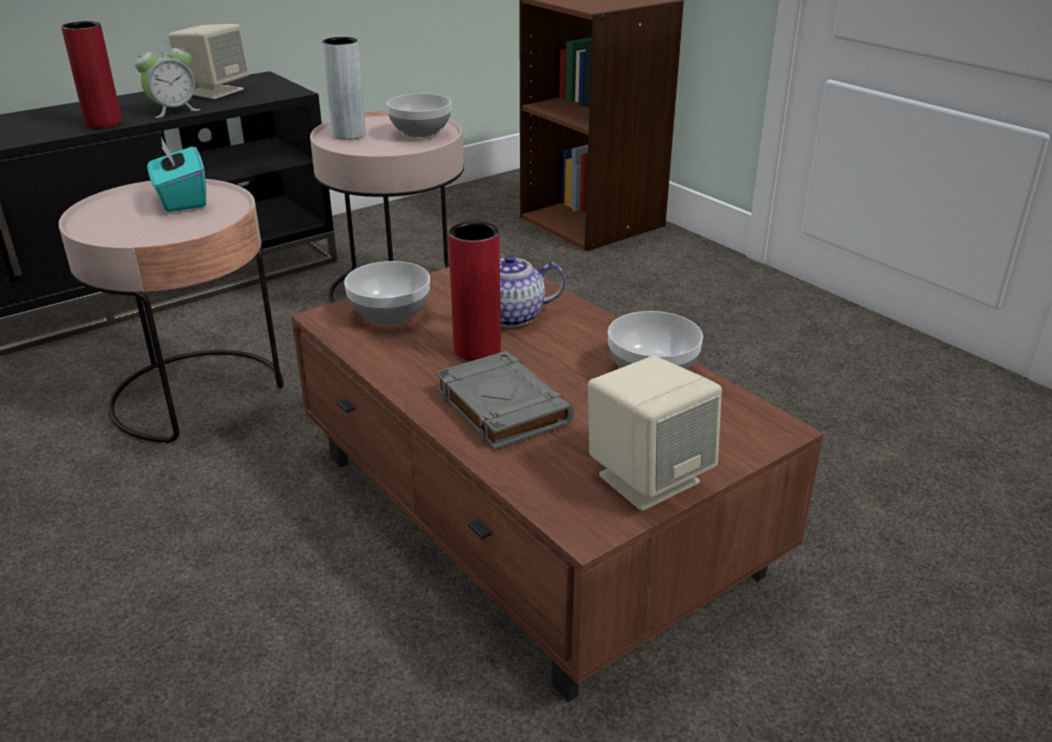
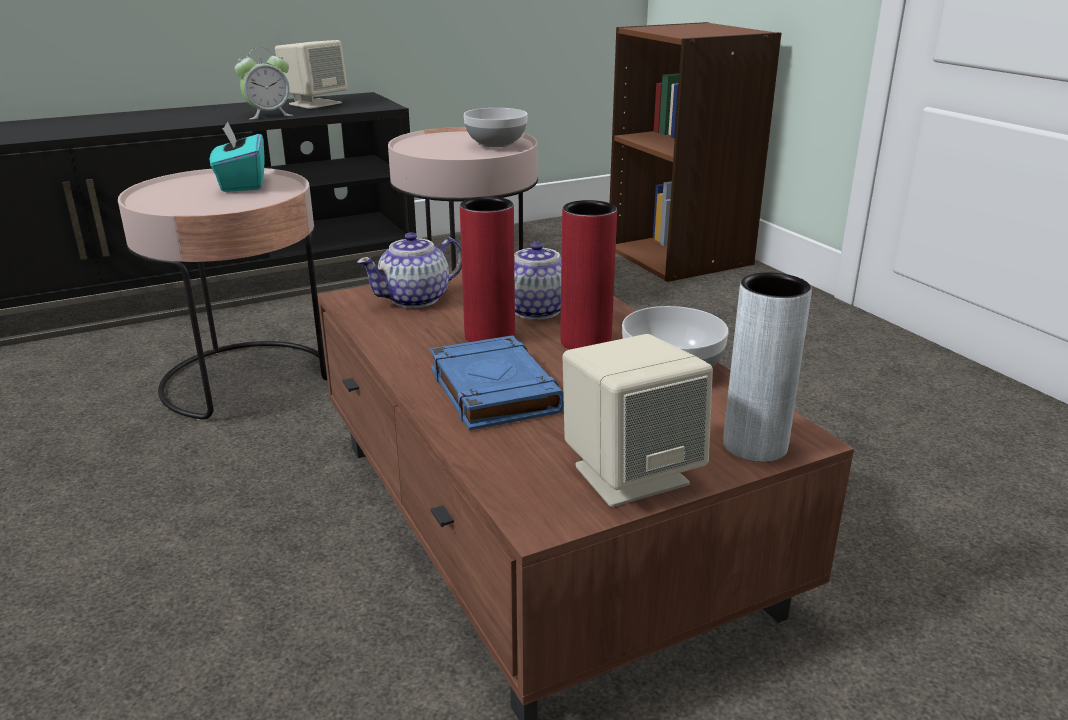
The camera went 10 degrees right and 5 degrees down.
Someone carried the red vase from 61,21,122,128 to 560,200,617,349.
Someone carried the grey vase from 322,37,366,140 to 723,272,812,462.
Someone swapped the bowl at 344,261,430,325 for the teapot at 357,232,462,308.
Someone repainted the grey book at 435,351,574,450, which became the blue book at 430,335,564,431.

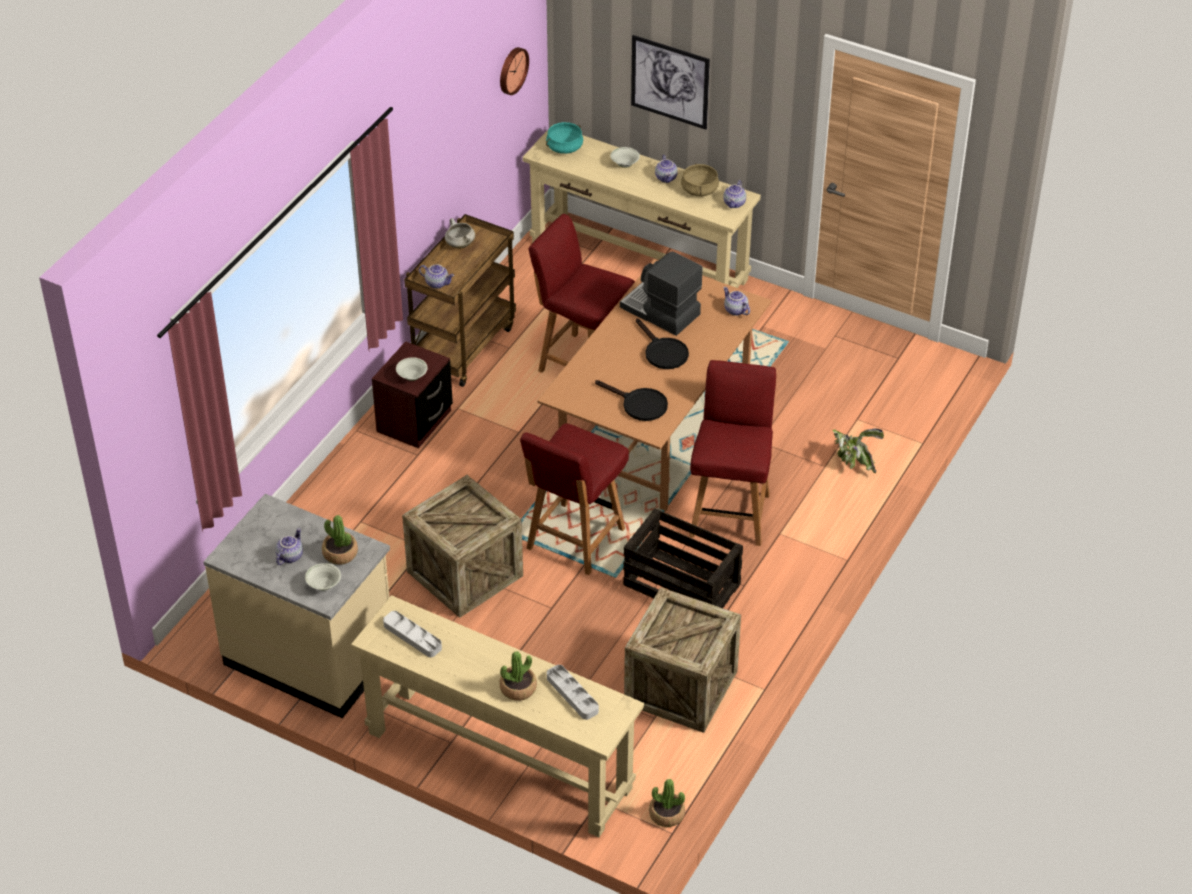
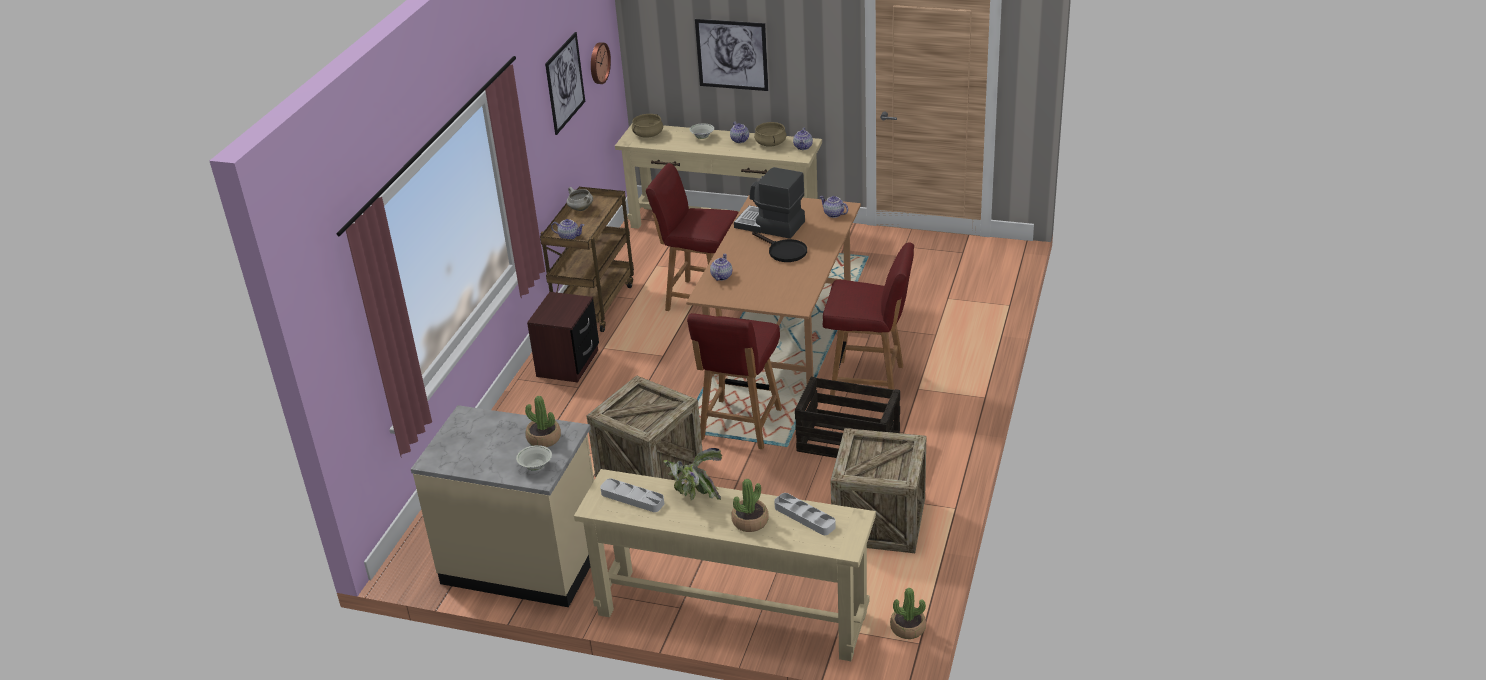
The camera went 10 degrees left and 10 degrees down.
Someone repainted the turquoise cooking pot at 546,122,583,154, which became the beige cooking pot at 632,114,663,138.
Someone took away the white bowl at 396,357,428,381.
Someone rotated the red chair at 689,360,776,546 by 105 degrees clockwise.
Someone took away the black frying pan at 595,380,668,421.
Someone carried the potted plant from 833,428,884,473 to 663,448,722,501.
Someone carried the teapot from 276,528,303,565 to 710,254,732,281.
Someone put up the picture at 545,32,585,135.

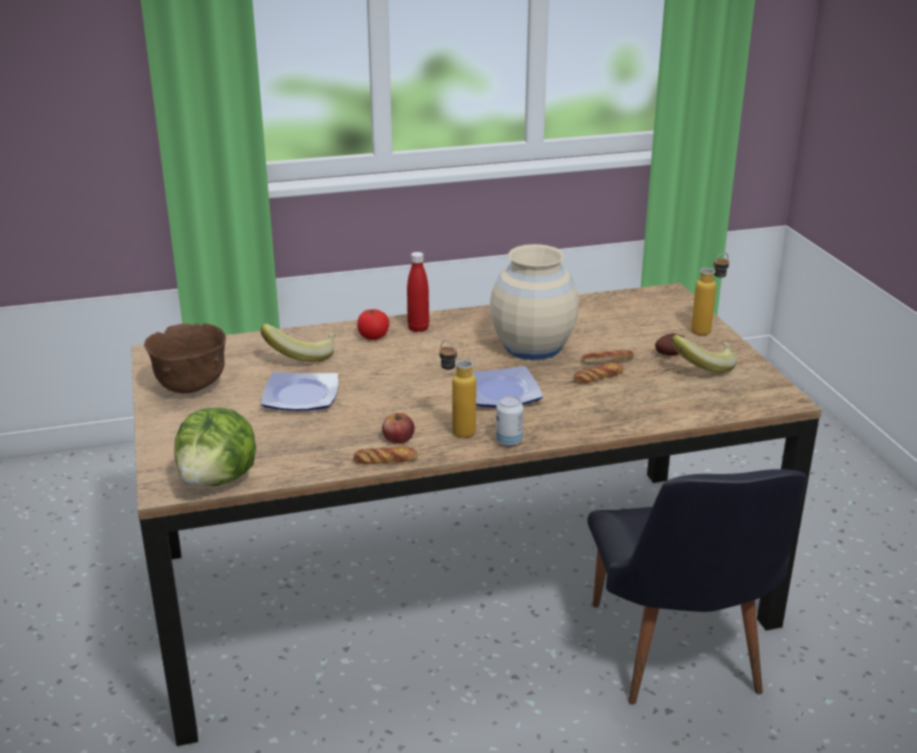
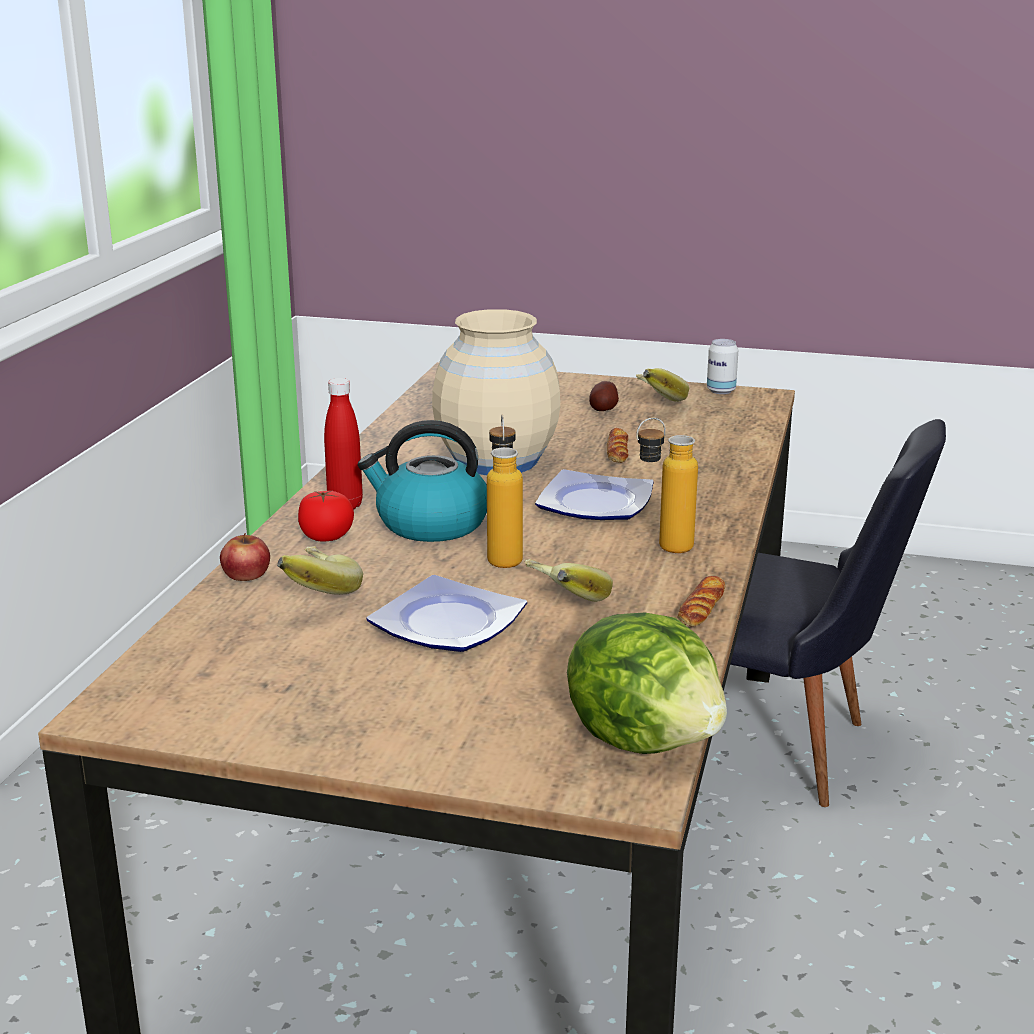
The camera went 60 degrees left and 5 degrees down.
Someone carried the bottle from 691,252,729,335 to 487,415,523,568.
Someone took away the brown bowl at 144,323,226,394.
Someone took away the bread at 581,350,634,363.
Someone carried the can from 496,396,524,446 to 707,339,738,394.
Someone carried the apple from 382,413,415,444 to 220,533,270,581.
Someone put down the kettle at 358,420,487,542.
Someone put down the banana at 525,559,613,602.

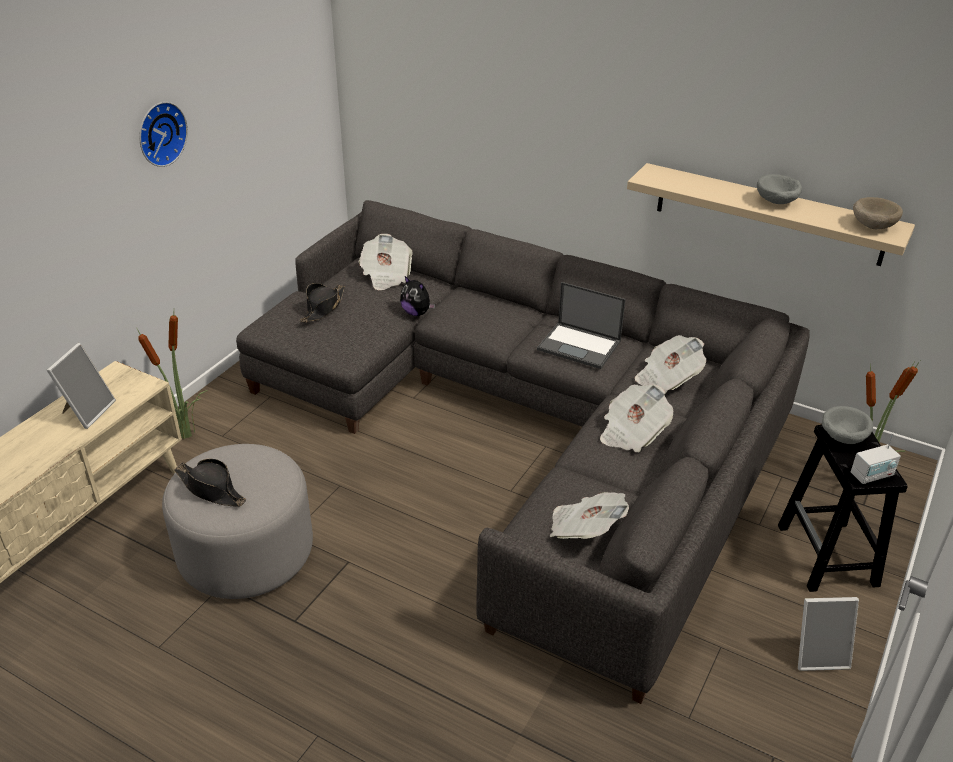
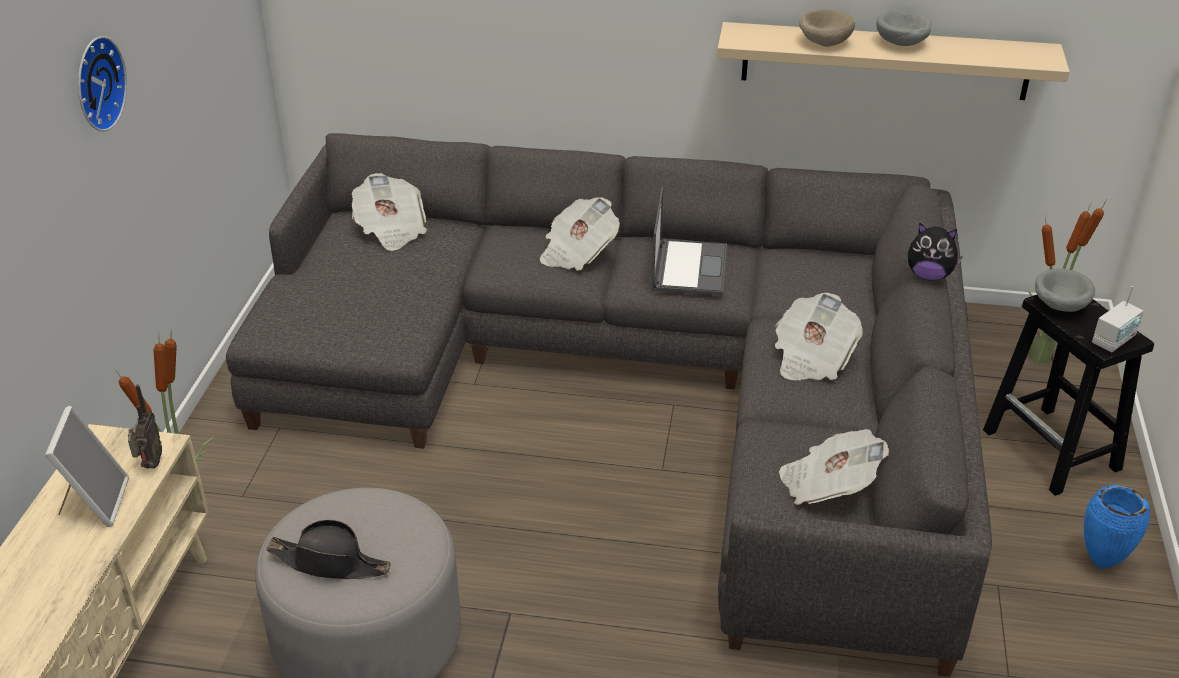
The camera went 20 degrees left and 0 degrees up.
Someone carried the beige bowl from 853,197,903,229 to 799,10,855,47.
Someone carried the plush toy from 400,276,435,316 to 908,223,963,281.
Someone rotated the laptop at 537,282,626,369 by 90 degrees counterclockwise.
Someone took away the black hat at 300,283,345,323.
Someone carried the newspaper from 635,335,706,394 to 540,197,620,271.
Someone swapped the picture frame at 798,597,859,671 for the blue vase at 1084,485,1150,569.
Someone put down the radio at 128,384,162,469.

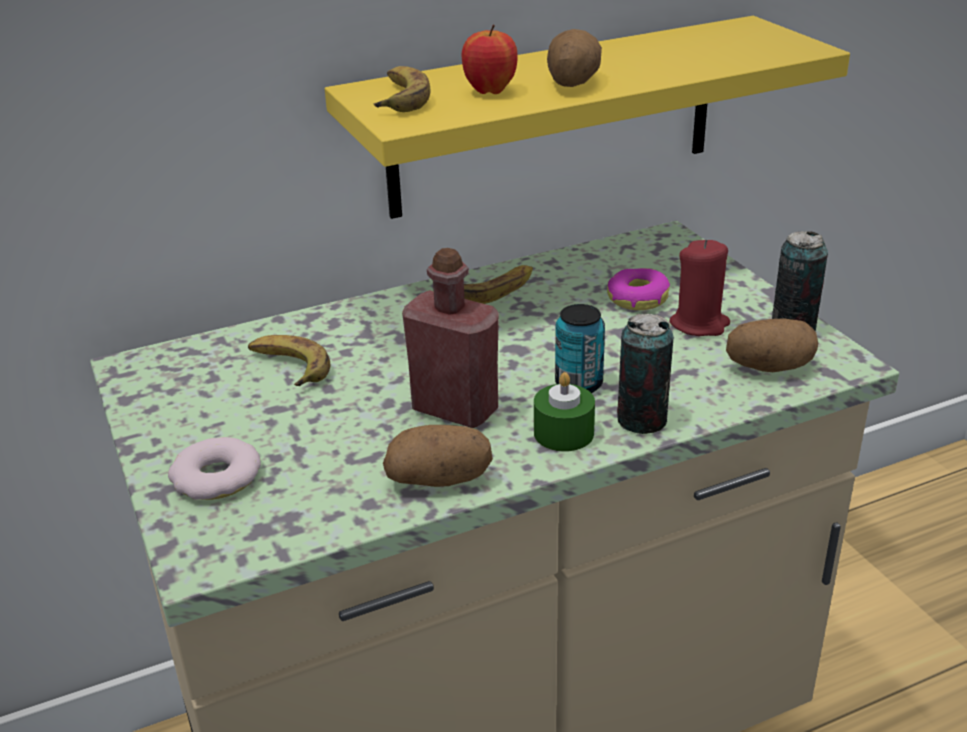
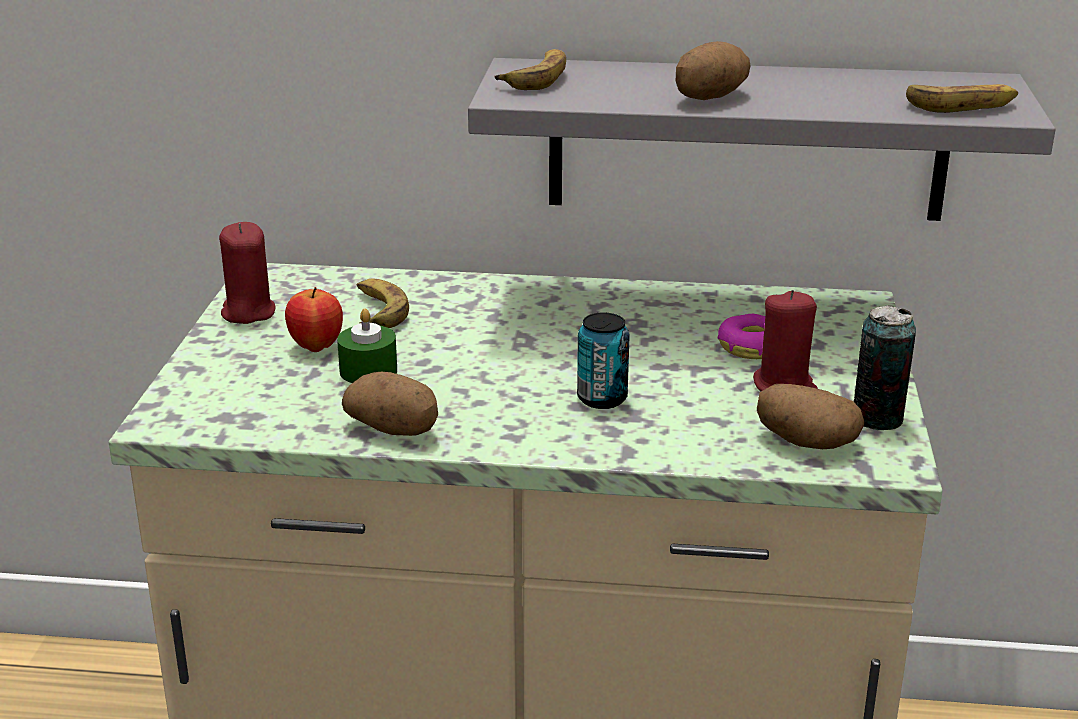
The camera went 30 degrees right and 5 degrees down.
Someone repainted the yellow shelf at 325,16,850,219, which became the grey shelf at 468,58,1056,221.
Someone carried the apple from 462,24,518,94 to 285,287,343,352.
Someone took away the red bottle at 402,248,499,428.
Someone carried the banana from 464,265,533,304 to 906,84,1018,113.
Someone took away the can at 617,314,673,434.
Someone carried the green candle from 534,372,595,452 to 337,309,397,383.
Someone took away the donut at 168,437,261,500.
Someone put down the red candle at 219,222,276,324.

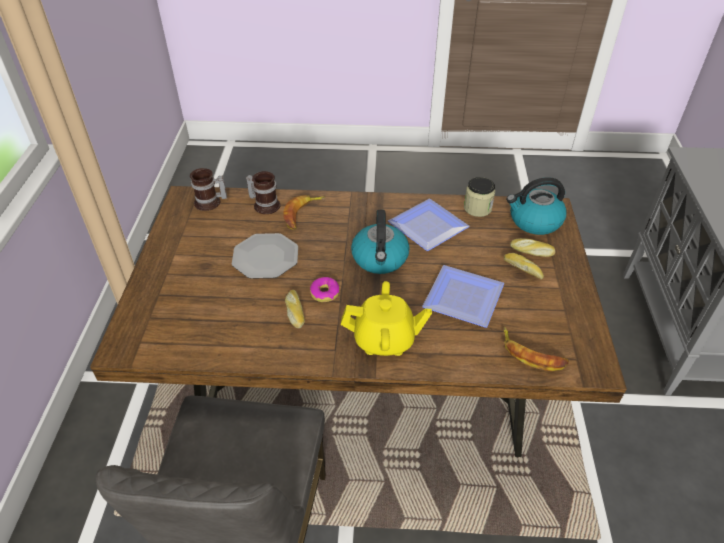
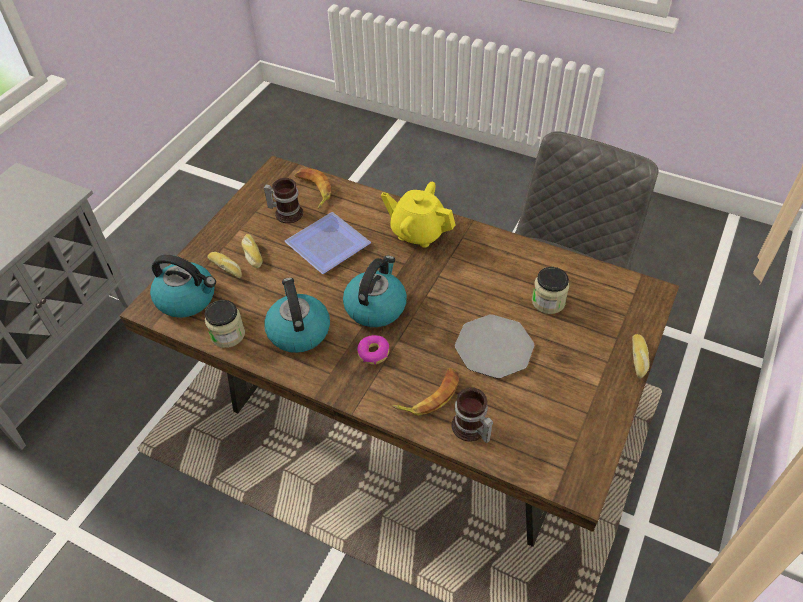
The camera went 155 degrees left and 5 degrees up.
Someone carried the mug from 190,168,227,211 to 264,178,303,223.
Someone swapped the plate at 388,199,470,251 for the kettle at 264,278,330,353.
Someone carried the donut from 310,277,339,302 to 357,335,389,364.
Someone carried the bread from 285,290,305,328 to 632,334,650,378.
Someone put down the jar at 532,267,569,314.

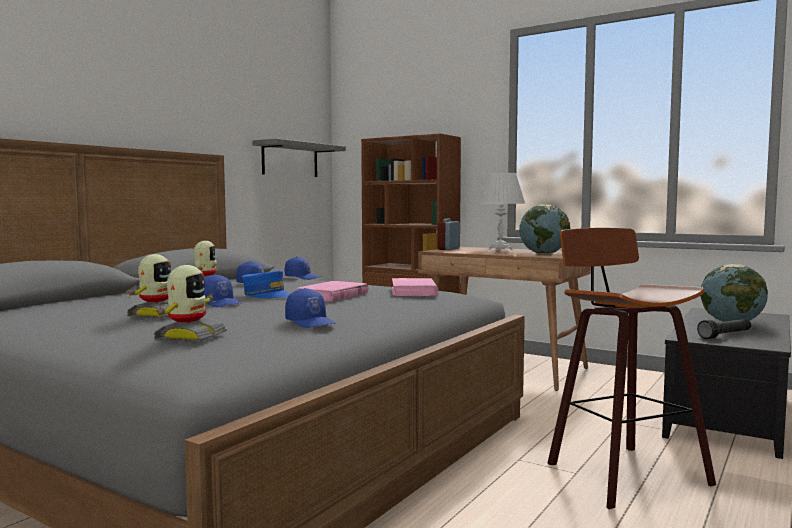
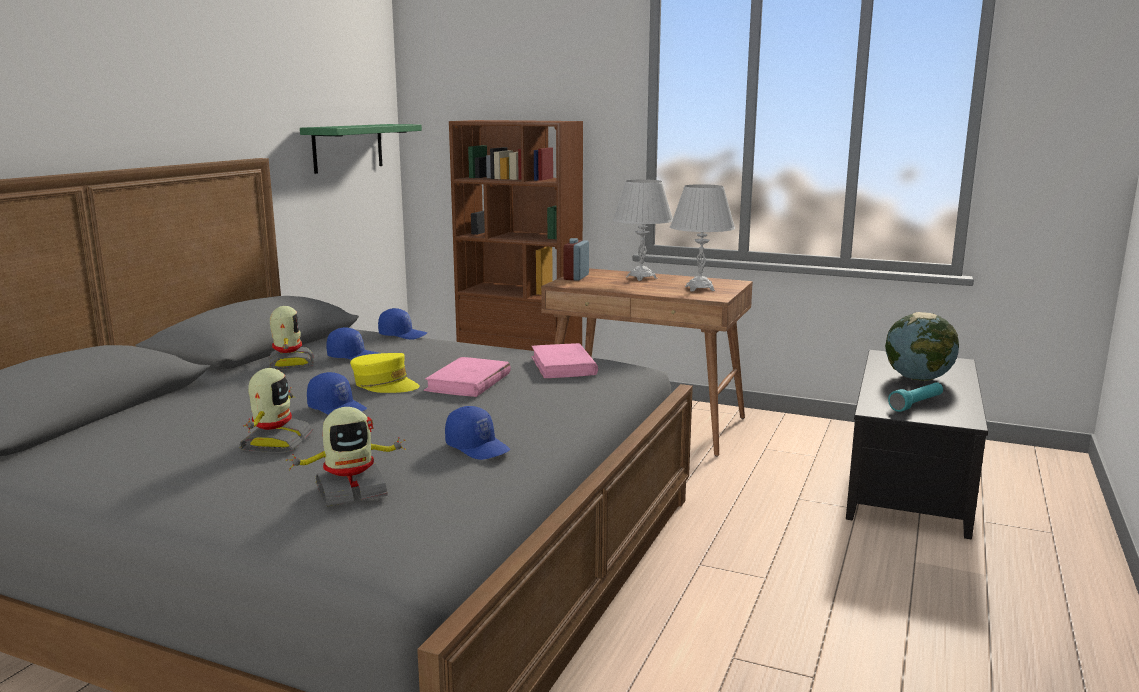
The camera went 10 degrees left and 10 degrees up.
Someone repainted the grey shelf at 252,139,346,177, which became the green shelf at 300,124,422,174.
Someone swapped the globe at 519,204,570,254 for the white table lamp at 670,184,735,292.
Someone took away the stool at 547,228,716,509.
Someone rotated the toy robot at 154,265,227,343 by 60 degrees clockwise.
Someone repainted the blue cap at 242,271,290,298, which became the yellow cap at 350,353,420,393.
Someone repainted the black flashlight at 697,319,751,339, which became the turquoise flashlight at 888,382,943,412.

